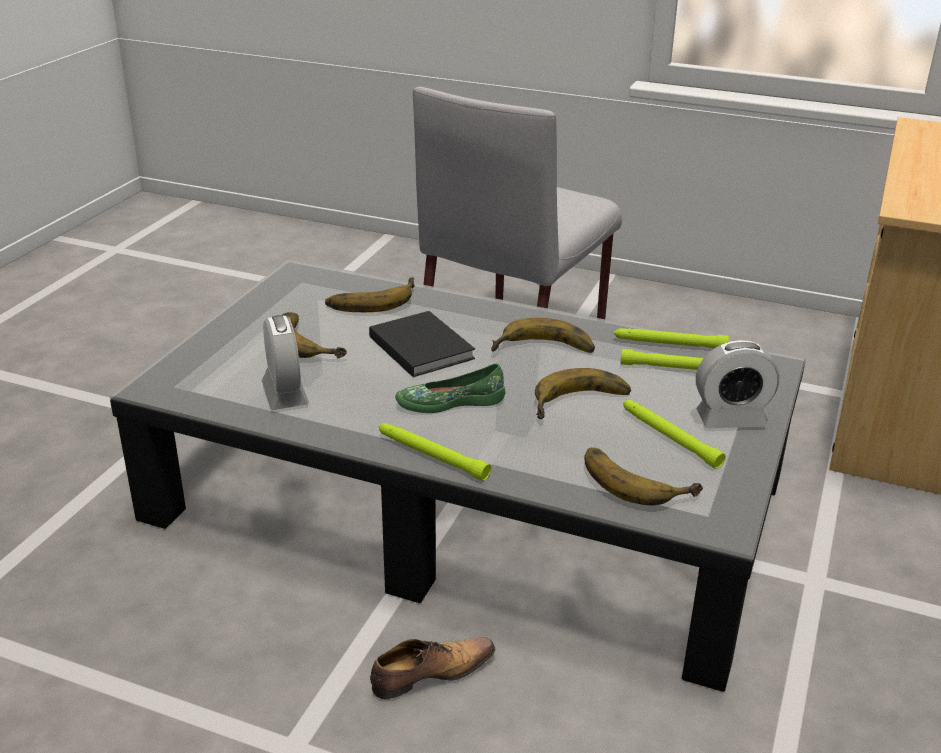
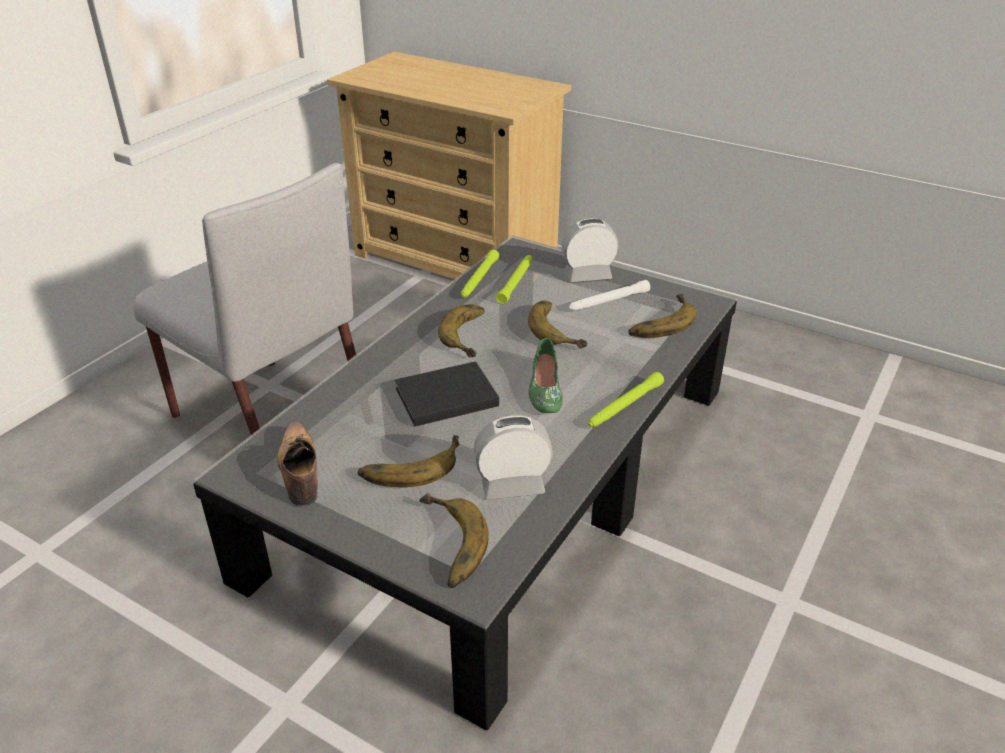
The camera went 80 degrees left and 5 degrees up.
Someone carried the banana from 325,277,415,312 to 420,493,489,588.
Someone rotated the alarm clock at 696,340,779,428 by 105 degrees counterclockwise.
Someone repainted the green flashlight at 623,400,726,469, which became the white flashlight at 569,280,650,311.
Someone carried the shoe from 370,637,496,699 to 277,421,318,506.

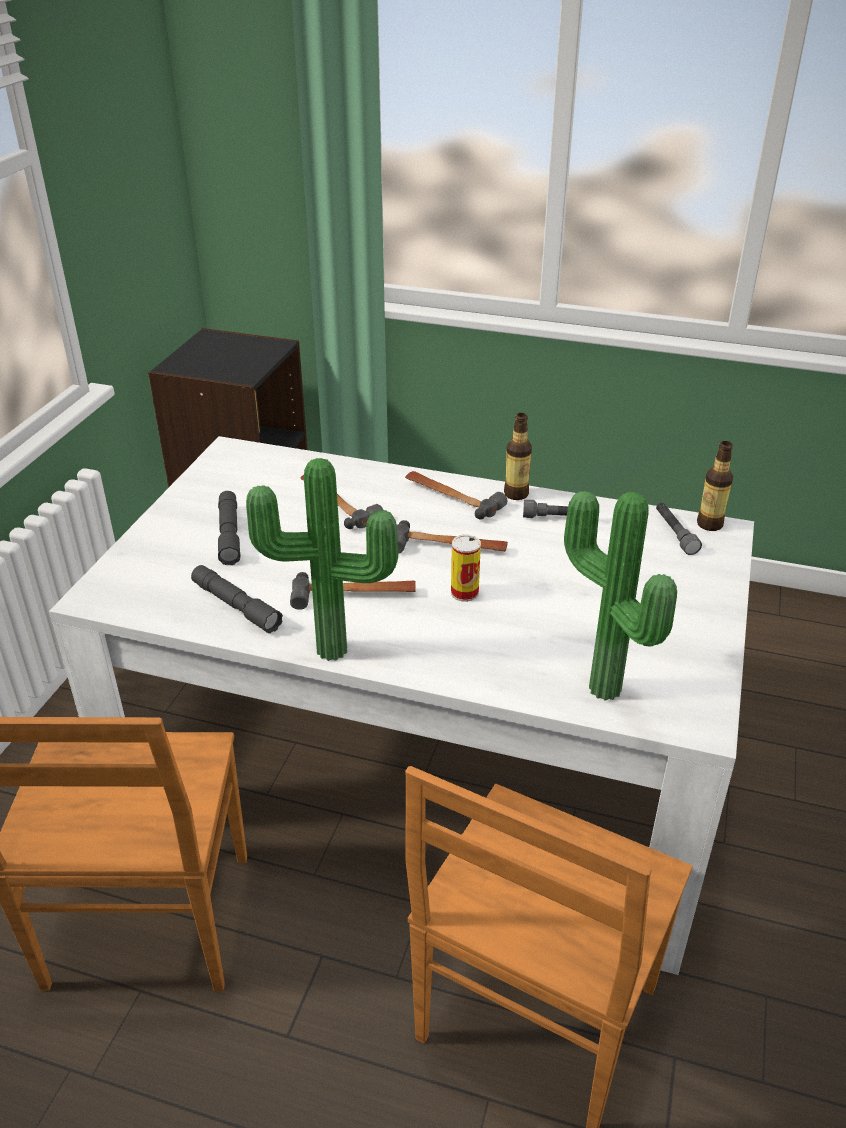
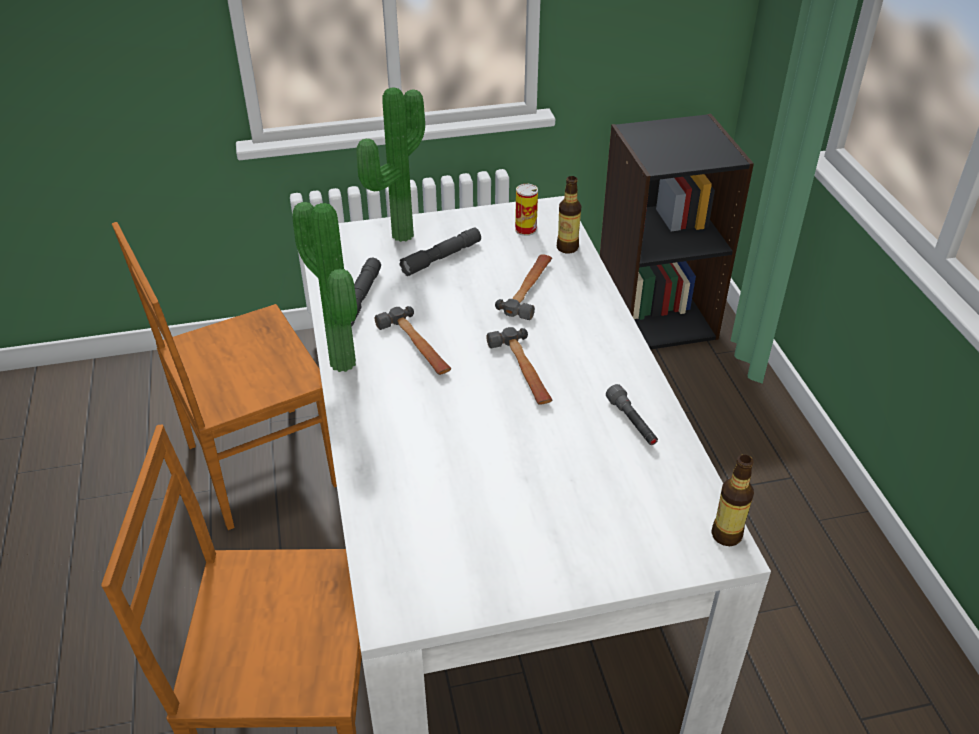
The camera went 60 degrees right and 5 degrees up.
Someone carried the bottle from 504,413,532,500 to 557,176,581,254.
Someone took away the hammer at 405,471,507,520.
Someone carried the potted plant from 564,491,677,701 to 356,87,425,242.
Someone took away the grey flashlight at 656,503,702,555.
Someone carried the can from 451,535,481,602 to 515,184,538,236.

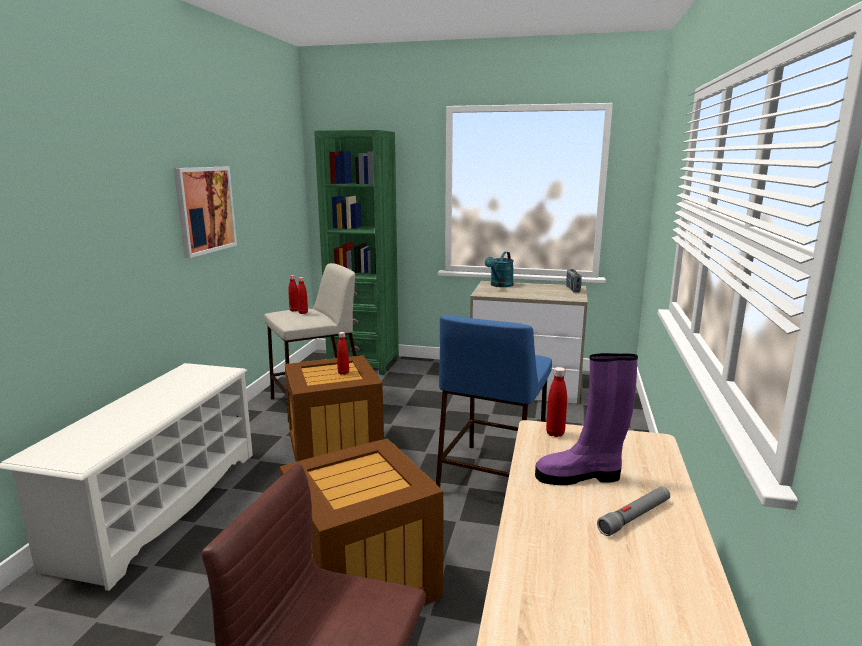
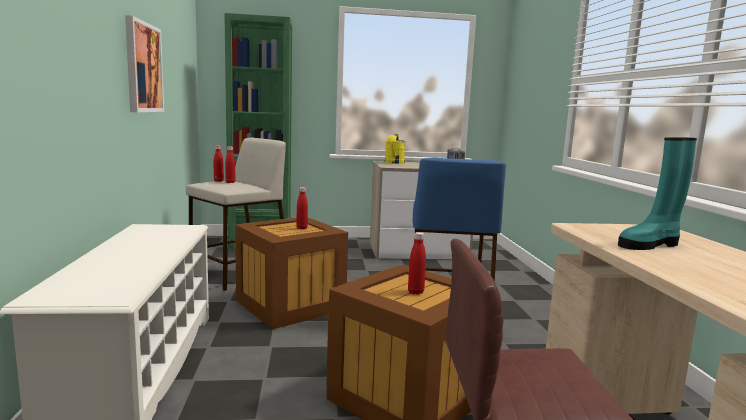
The camera went 20 degrees left and 5 degrees down.
Someone repainted the turquoise watering can at 485,252,514,287, which became the yellow watering can at 385,134,405,164.
Someone repainted the purple boot at 535,353,638,485, which became the turquoise boot at 618,137,697,250.
Someone carried the red bottle from 546,367,567,437 to 408,232,426,295.
Someone took away the grey flashlight at 597,486,670,536.

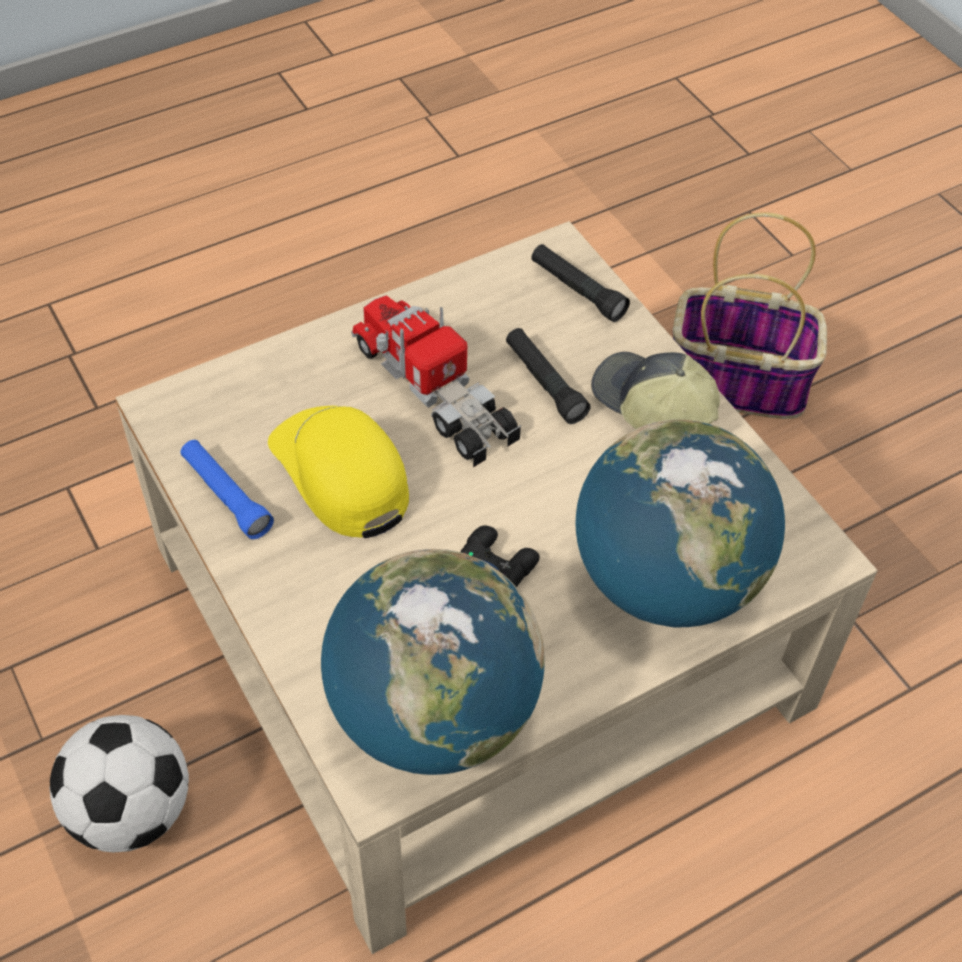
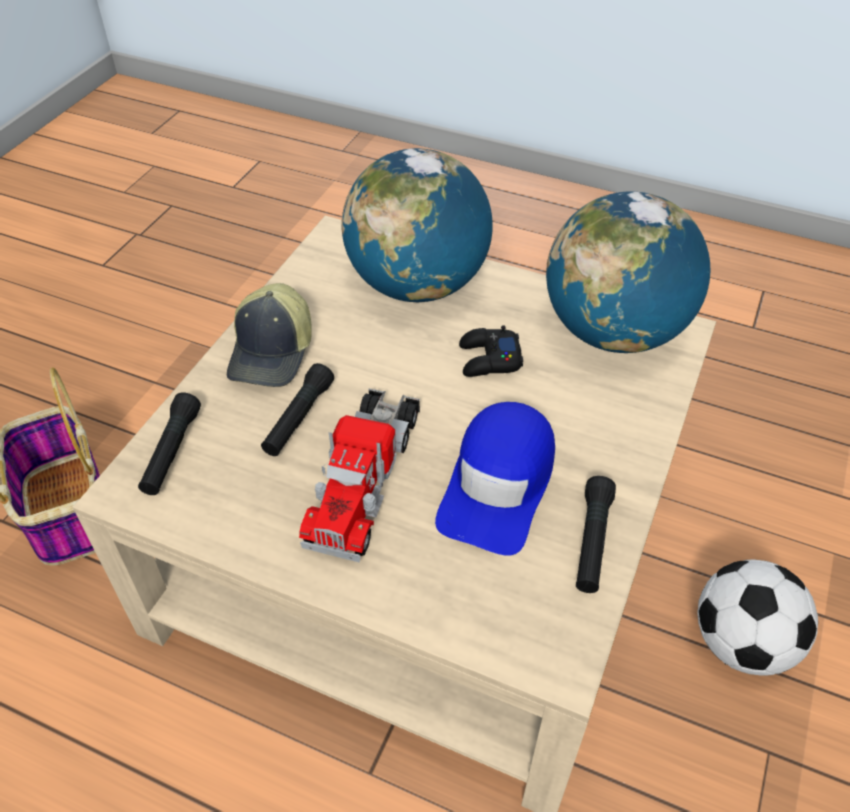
The camera went 125 degrees left and 5 degrees down.
Someone repainted the yellow cap at 268,406,409,538, which became the blue cap at 435,402,555,556.
Someone repainted the blue flashlight at 180,440,274,539, which became the black flashlight at 576,476,616,593.

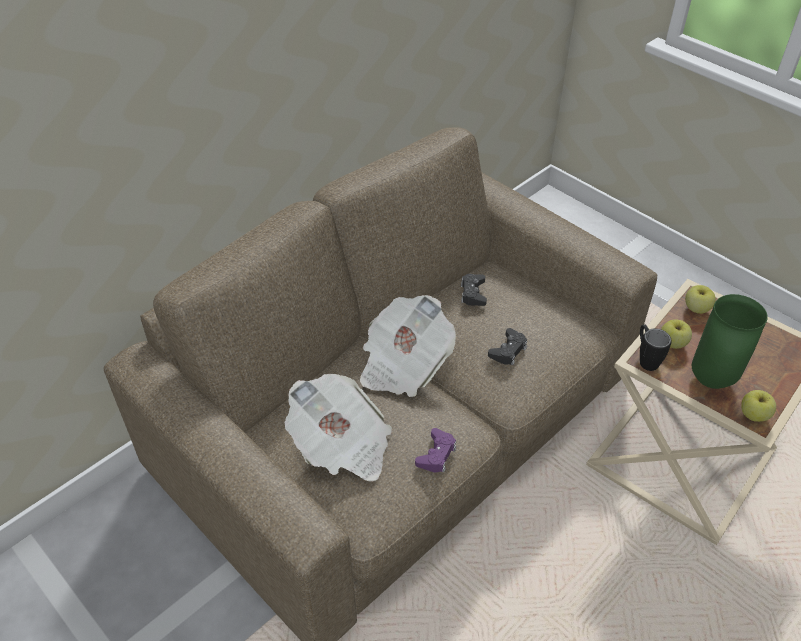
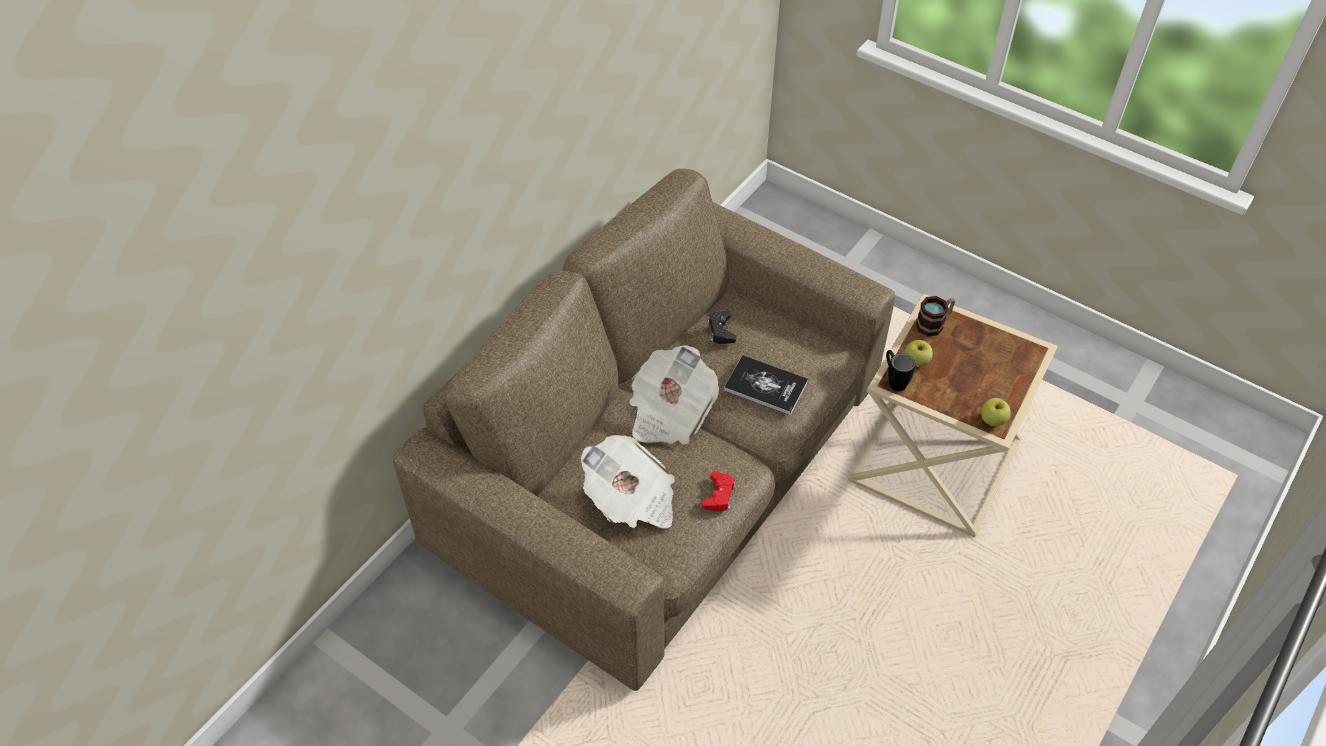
The camera went 10 degrees left and 5 degrees up.
Someone swapped the apple at 685,285,716,314 for the mug at 916,296,955,336.
Someone took away the green vase at 692,294,768,389.
Someone swapped the black game controller at 488,328,527,365 for the book at 724,355,808,415.
Someone repainted the purple game controller at 415,428,456,472, which became the red game controller at 702,471,736,512.

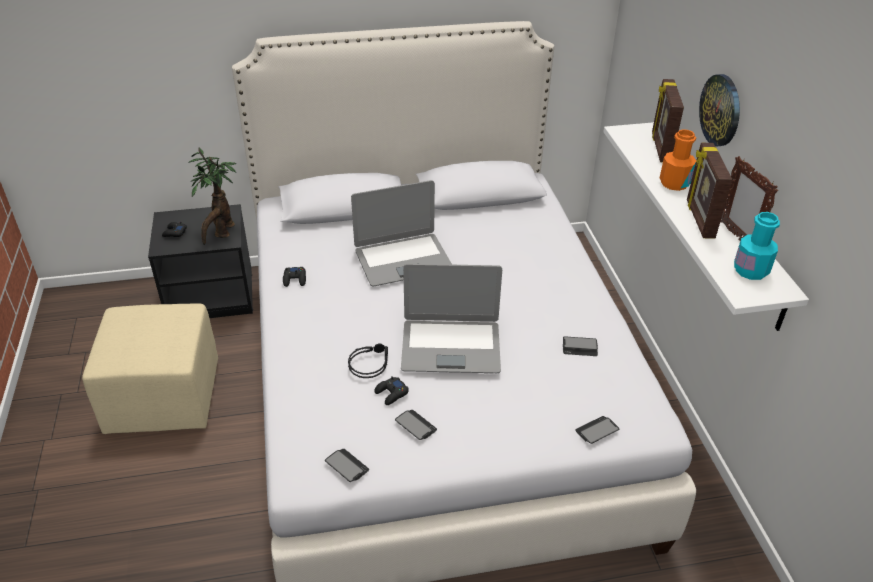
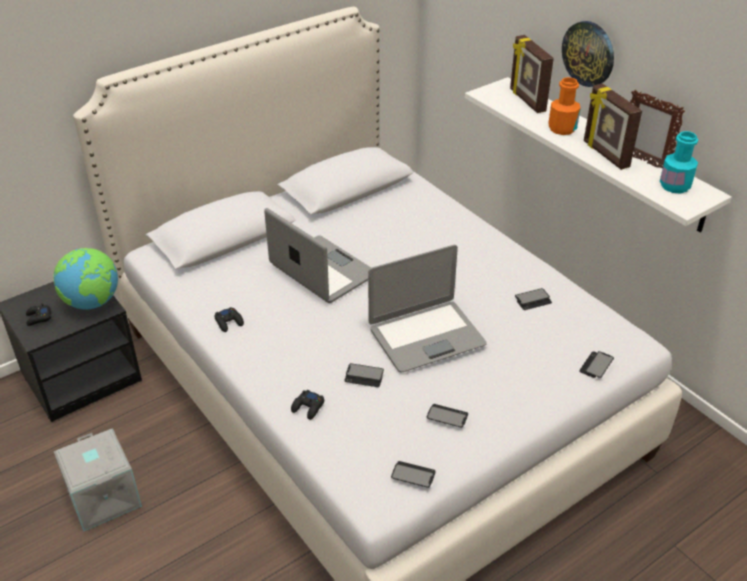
The camera went 25 degrees left and 0 degrees up.
Someone swapped the potted plant at 188,147,236,245 for the globe at 53,248,118,309.
Someone rotated the laptop at 351,180,452,286 by 90 degrees counterclockwise.
Someone swapped the beige ottoman at 82,303,218,434 for the grey storage box at 54,428,142,532.
Someone swapped the black headphones at 348,343,388,378 for the phone at 345,363,384,387.
Someone carried the black game controller from 374,376,409,405 to 291,390,324,420.

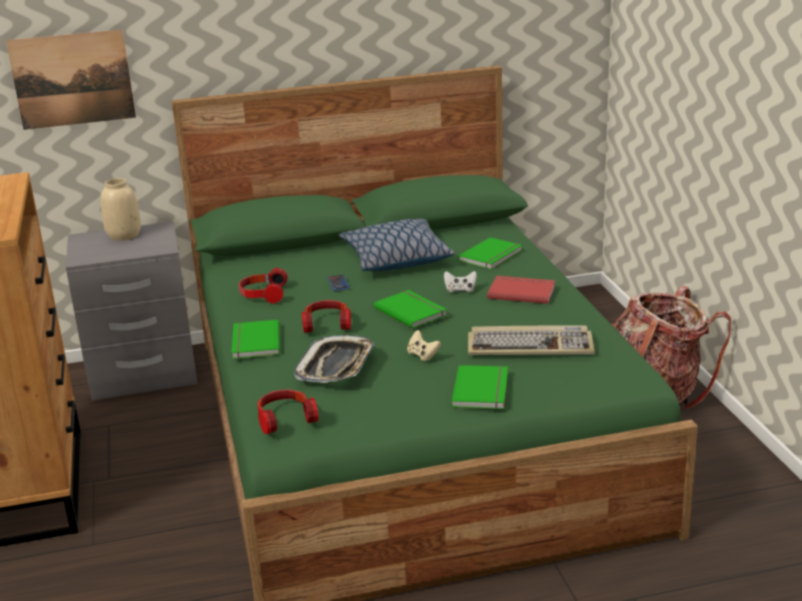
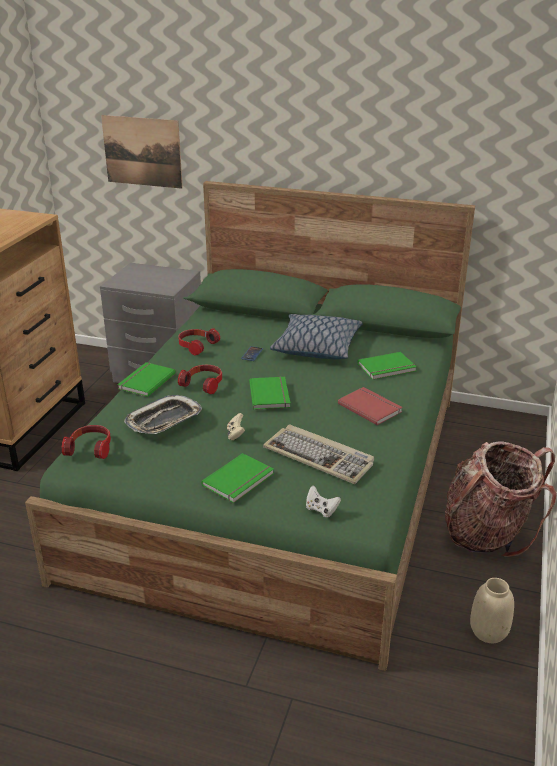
The camera went 30 degrees right and 5 degrees up.
Someone carried the beige vase from 101,178,141,240 to 470,578,514,643.
Someone carried the white game controller from 444,271,477,292 to 306,486,341,517.

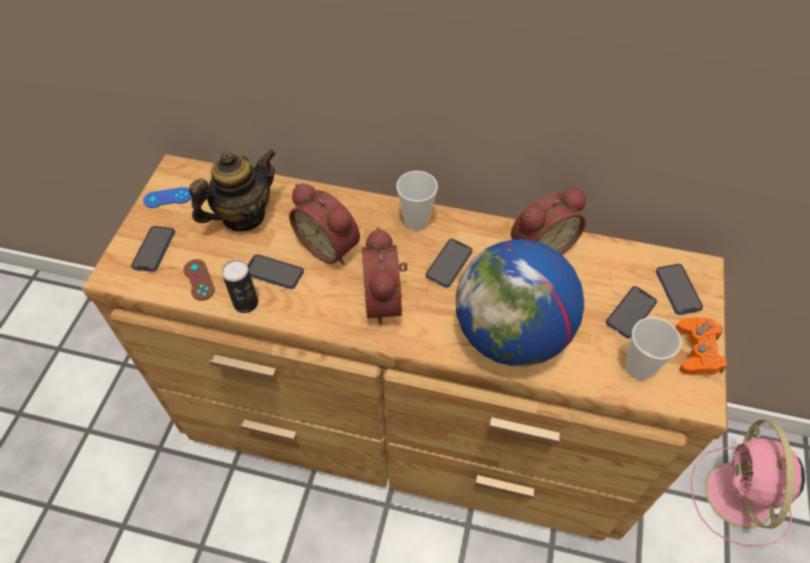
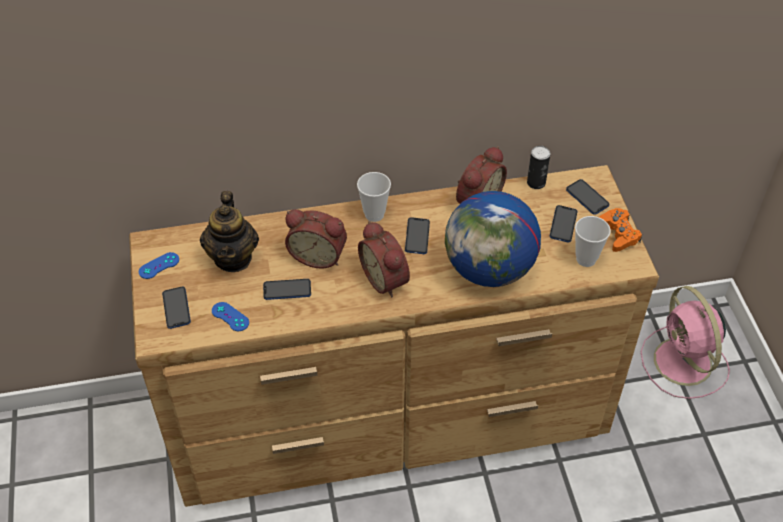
The camera went 25 degrees left and 5 degrees down.
Someone rotated the teapot at 189,150,276,231 by 150 degrees clockwise.
Someone repainted the brown game controller at 183,259,215,301, which became the blue game controller at 212,302,249,331.
Someone carried the can from 222,260,258,313 to 527,146,550,189.

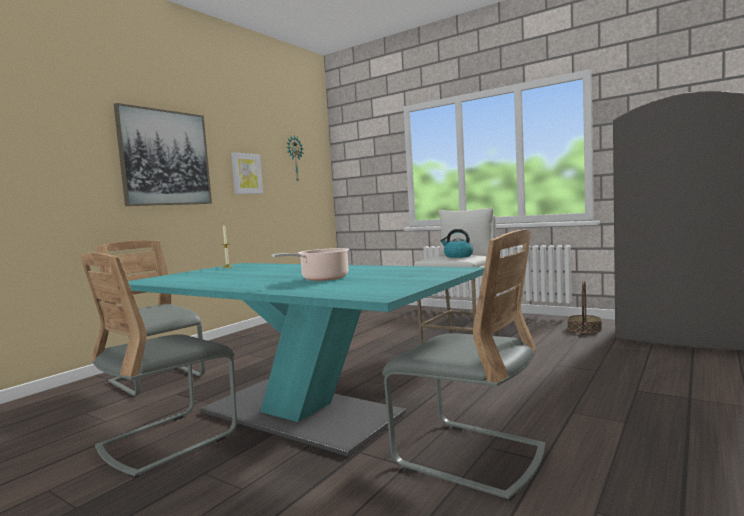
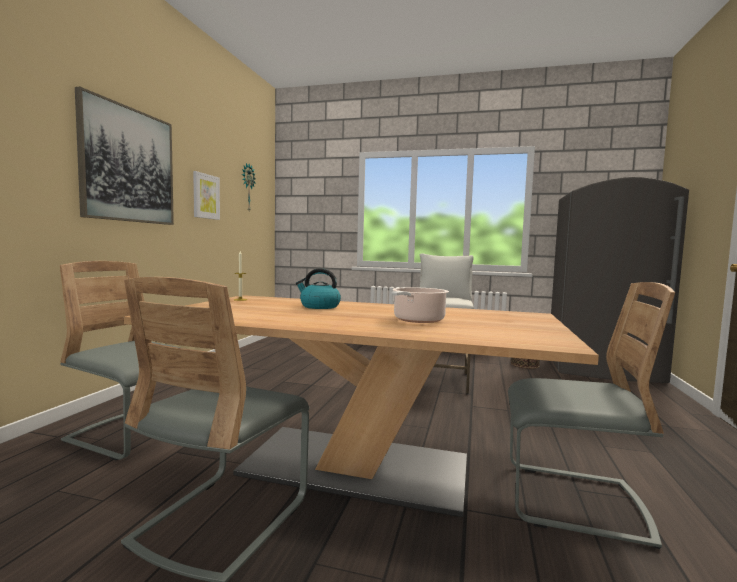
The camera went 20 degrees left and 0 degrees up.
Someone carried the kettle from 440,229,473,258 to 296,268,341,309.
Someone repainted the turquoise dining table at 128,263,484,457, which became the beige dining table at 124,295,599,517.

